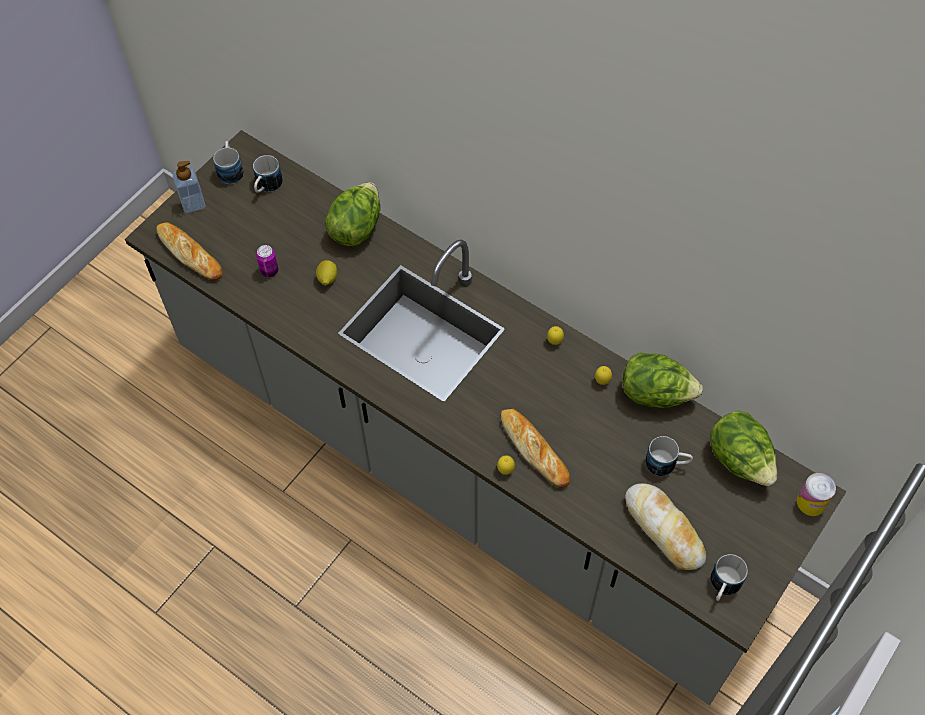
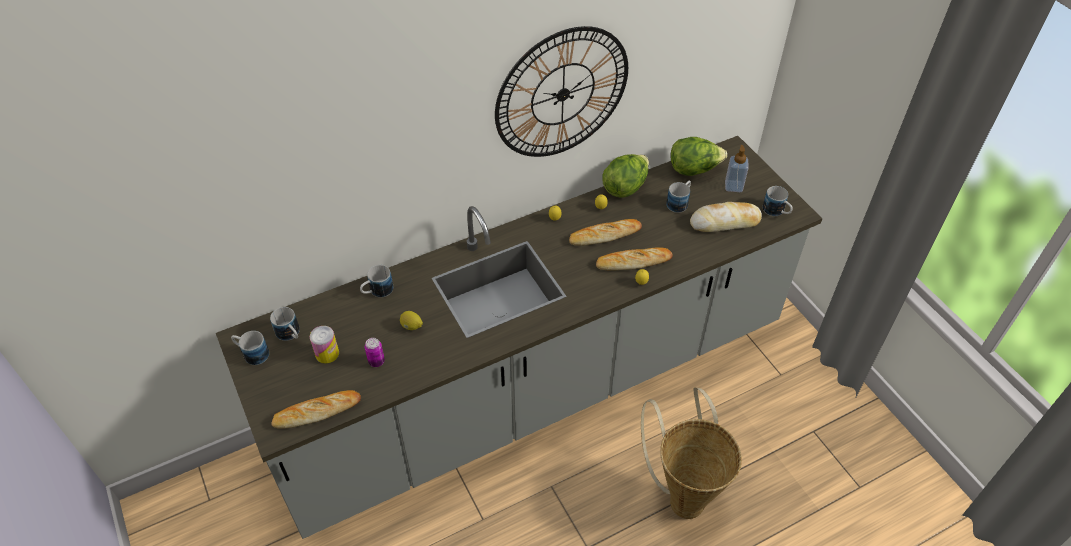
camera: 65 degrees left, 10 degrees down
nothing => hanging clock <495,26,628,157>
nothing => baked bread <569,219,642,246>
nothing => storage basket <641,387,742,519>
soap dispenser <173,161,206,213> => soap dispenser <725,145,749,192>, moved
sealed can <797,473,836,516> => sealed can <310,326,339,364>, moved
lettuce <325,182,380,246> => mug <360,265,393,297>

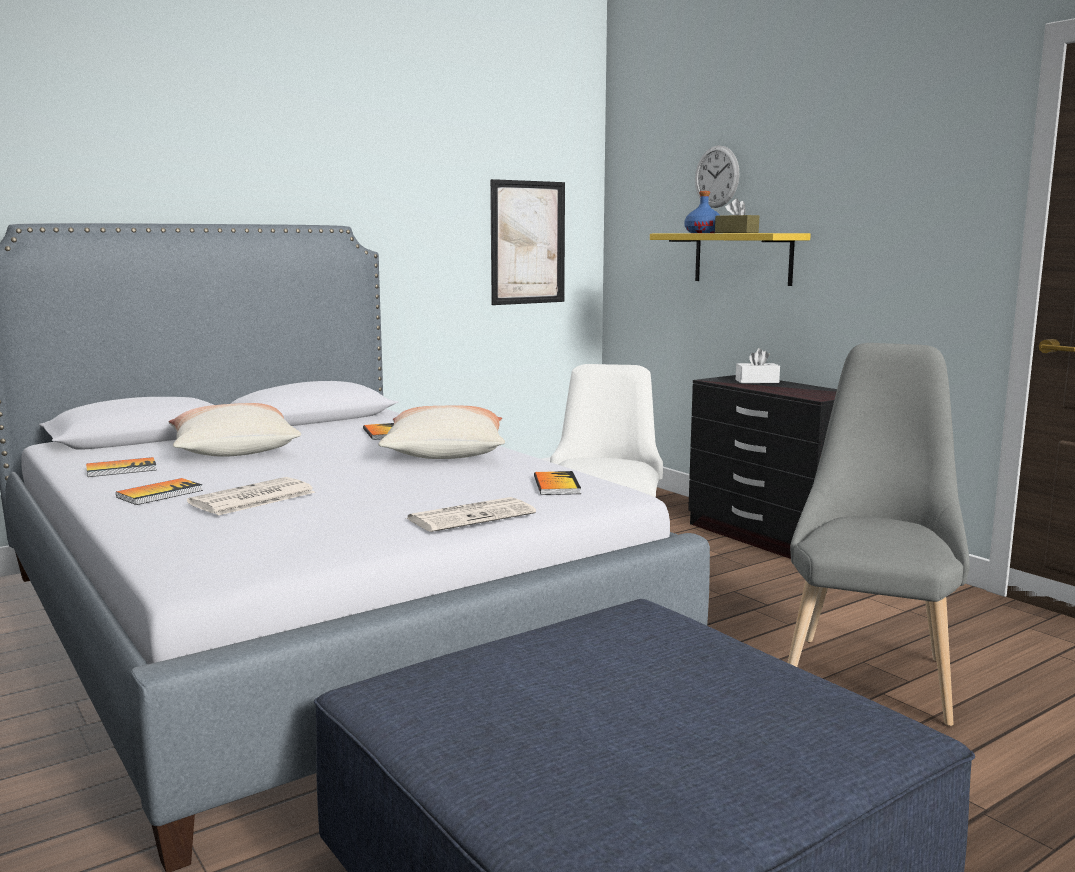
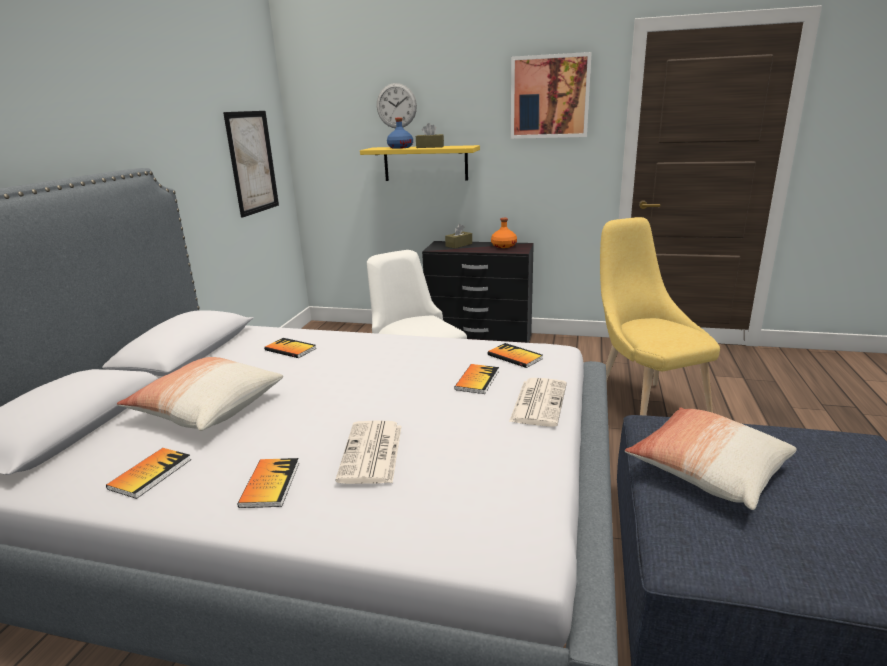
camera: 40 degrees left, 10 degrees up
nothing => book <454,364,499,394>
nothing => orange-coloured beverage bottle <491,218,517,248>
nothing => wall picture <511,52,592,139>
cushion <378,406,505,459> => cushion <625,407,797,510>, moved
whitish box of tissues <736,348,780,383> => brown-coloured box of tissues <445,224,472,248>
gray chair <787,343,970,726> => yellow chair <600,217,720,416>

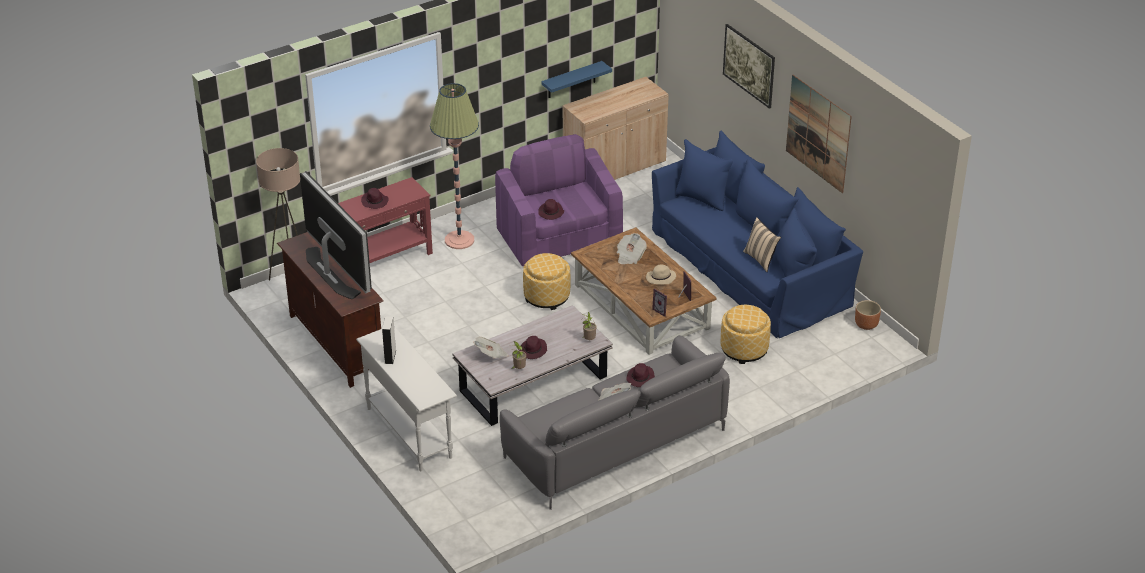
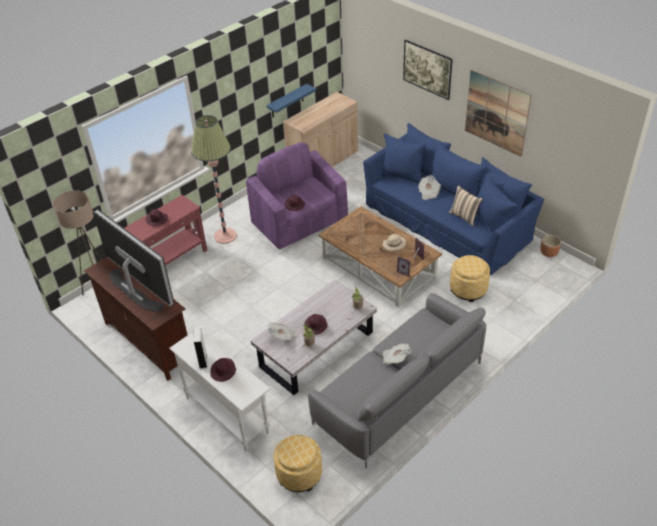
camera: 10 degrees left, 5 degrees up
ottoman <523,253,571,310> => ottoman <274,435,322,492>, moved
daily paper <616,233,647,264> => daily paper <418,175,441,200>, moved
purple-coloured hat <627,363,655,387> => purple-coloured hat <210,358,236,382>, moved

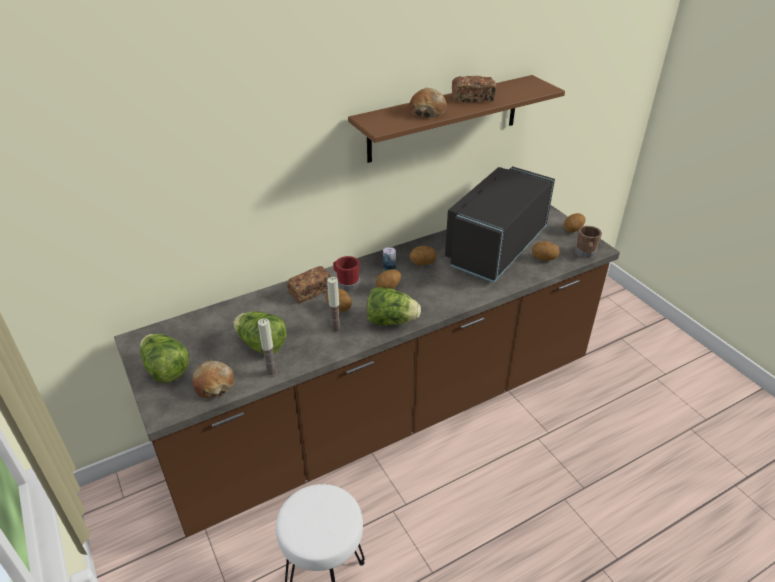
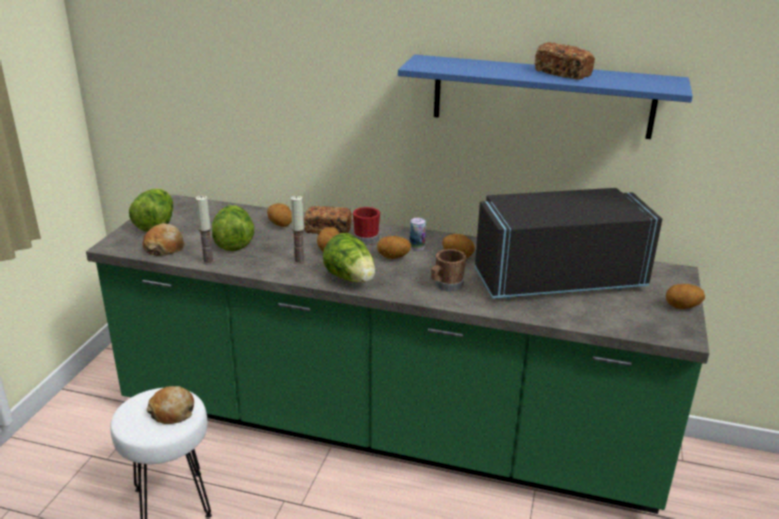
camera: 45 degrees right, 10 degrees down
baked bread <409,88,447,118> => baked bread <146,386,194,424>, moved
potato <532,241,560,261> => potato <267,203,292,227>, moved
brown-coloured mug <575,226,602,258> => brown-coloured mug <431,249,466,292>, moved
brown-coloured kitchen base unit <114,205,620,537> => green kitchen base unit <86,194,709,514>
brown-coloured wall shelf <348,75,565,163> => bluish wall shelf <398,55,693,139>

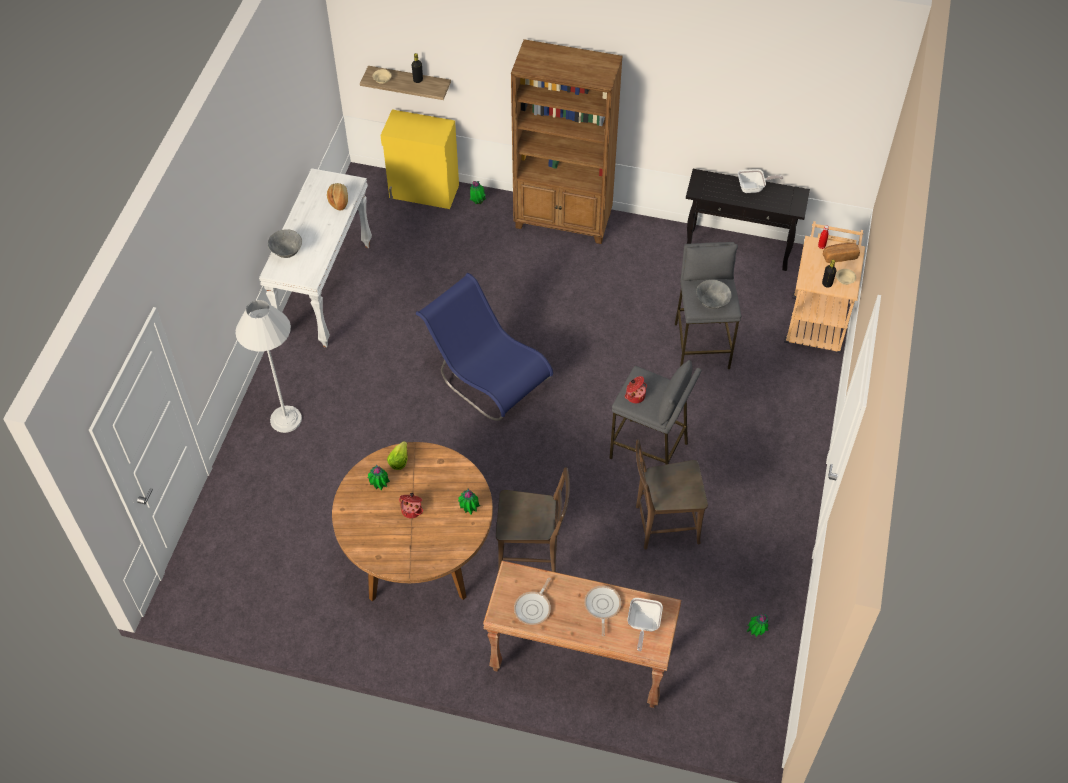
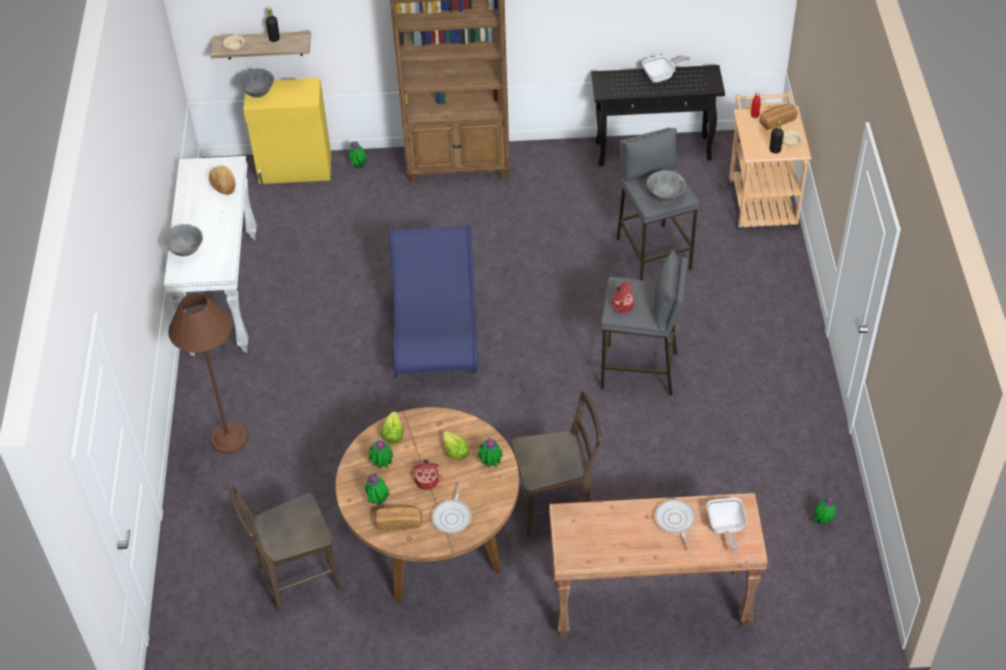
camera: 15 degrees left, 5 degrees down
nothing => gray bowl <238,68,274,97>
nothing => plant in a pot <365,474,390,506>
nothing => baked bread <375,506,422,530>
nothing => lettuce <443,431,469,460>
skillet <514,578,551,625> => skillet <431,482,472,534>, moved
brown-coloured chair <636,440,708,550> => brown-coloured chair <230,485,342,612>, moved
whitish standing lamp <236,300,302,433> => brown-coloured standing lamp <168,293,247,453>
bluish chair <416,273,553,421> => bluish chair <389,224,478,379>, 60 degrees clockwise

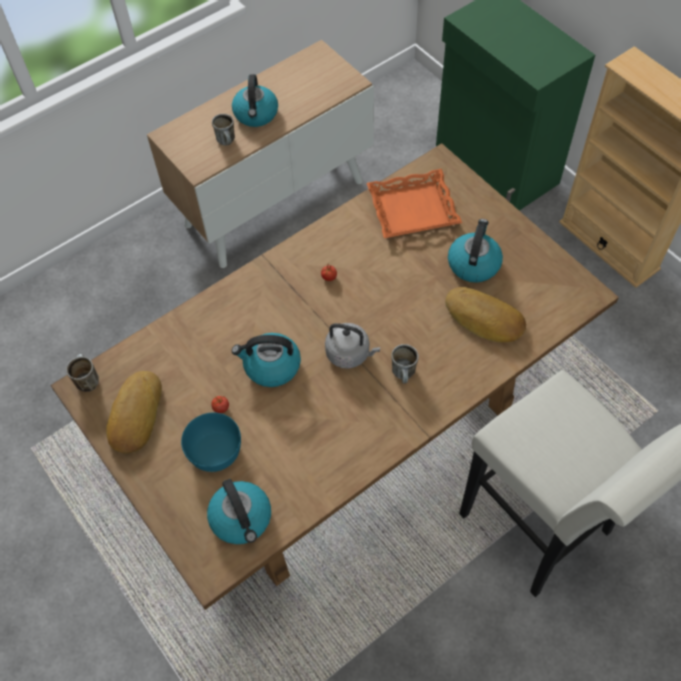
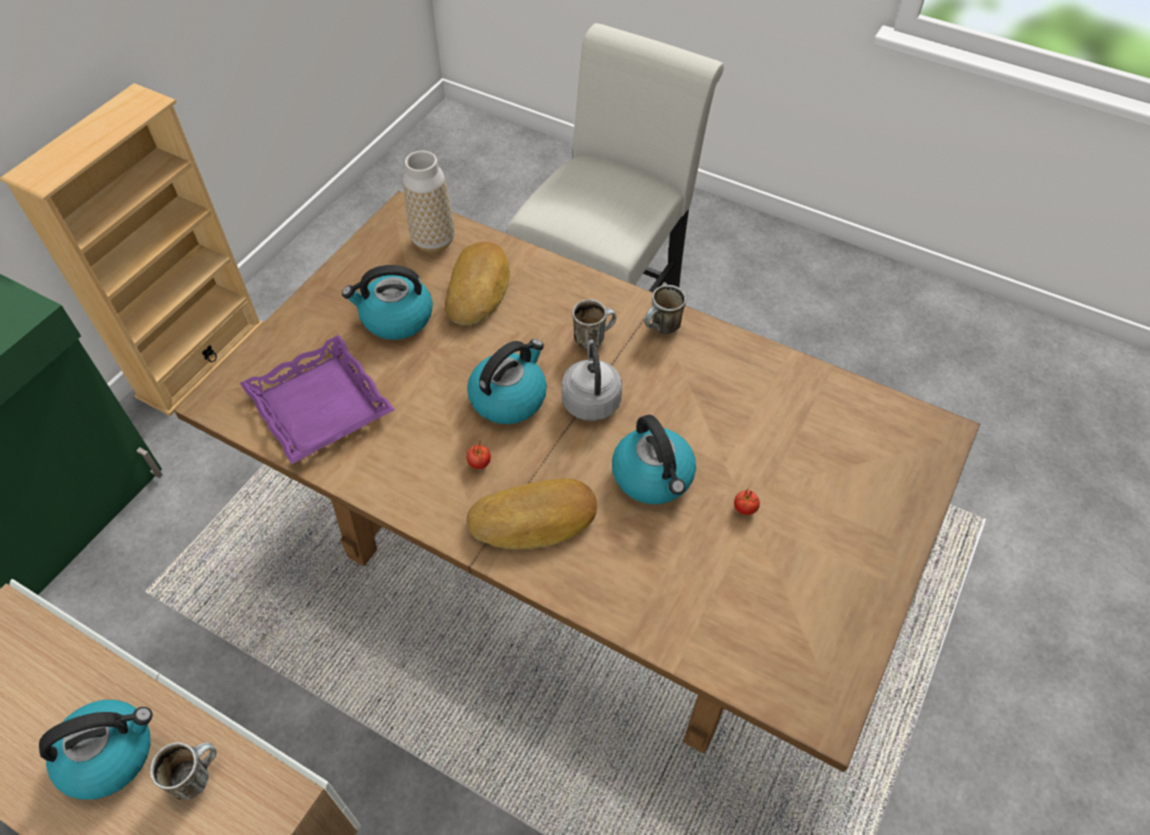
camera: 115 degrees left, 5 degrees down
turquoise-coloured bowl <181,412,241,472> => nothing
nothing => decorative vase <403,151,455,252>
mug <66,354,99,392> => mug <644,285,686,334>, moved
baked bread <106,371,162,454> => baked bread <466,479,597,549>, moved
water kettle <207,479,271,544> => water kettle <467,339,547,424>, moved
orange-coloured tray <367,169,462,238> => purple-coloured tray <240,335,395,464>

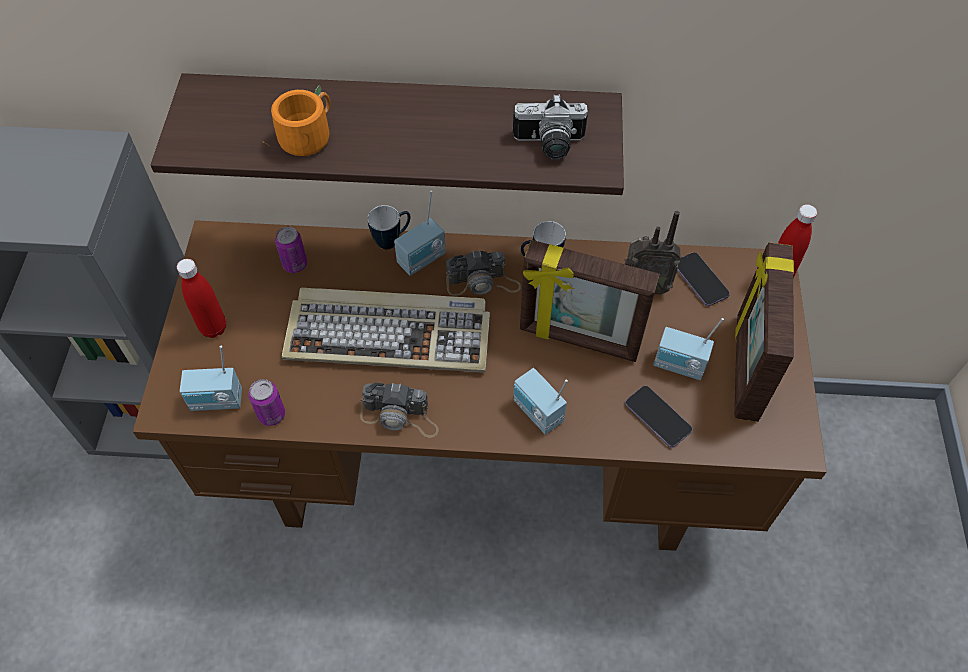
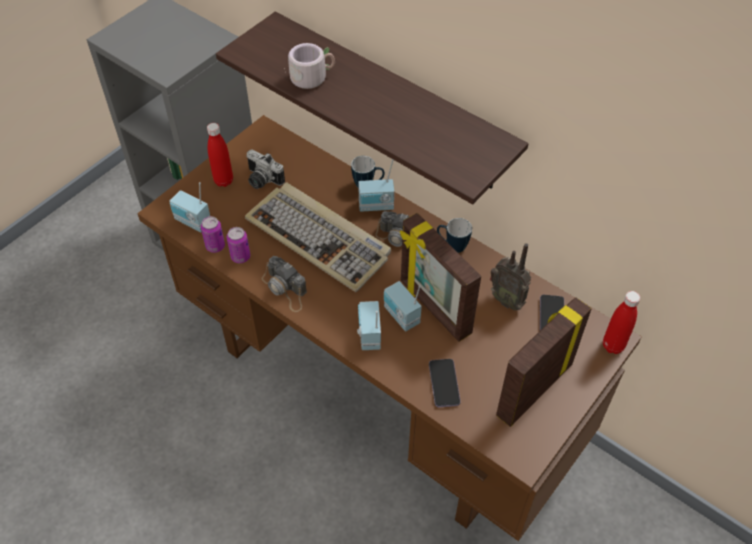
camera: 35 degrees right, 5 degrees down
sealed can <275,227,307,273> => sealed can <227,227,250,263>, moved
photo camera <513,94,588,160> => photo camera <246,149,285,189>, moved
radio set <654,318,724,380> => radio set <384,281,422,331>, moved
orange-coloured mug <262,85,331,156> => gray mug <284,43,335,89>

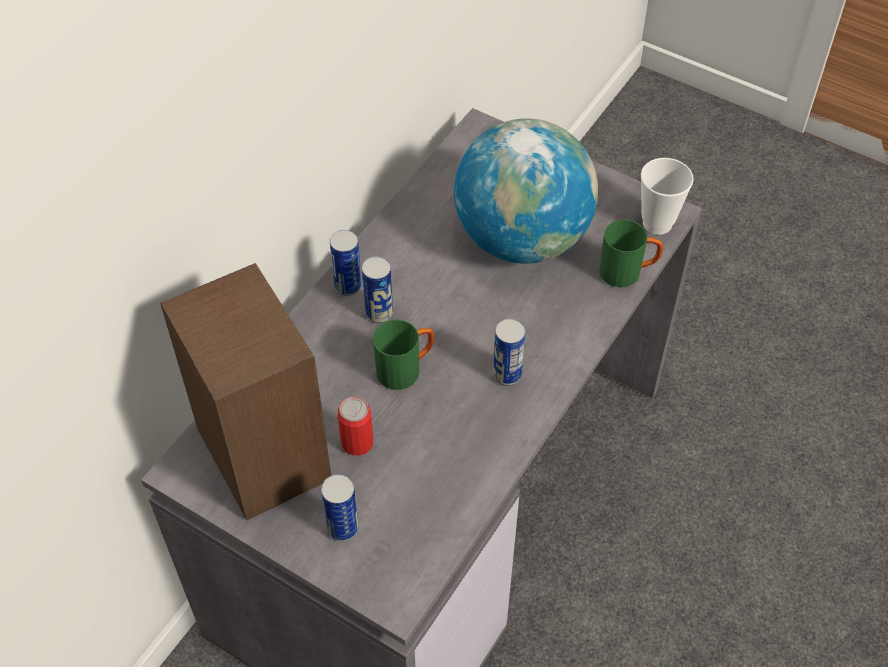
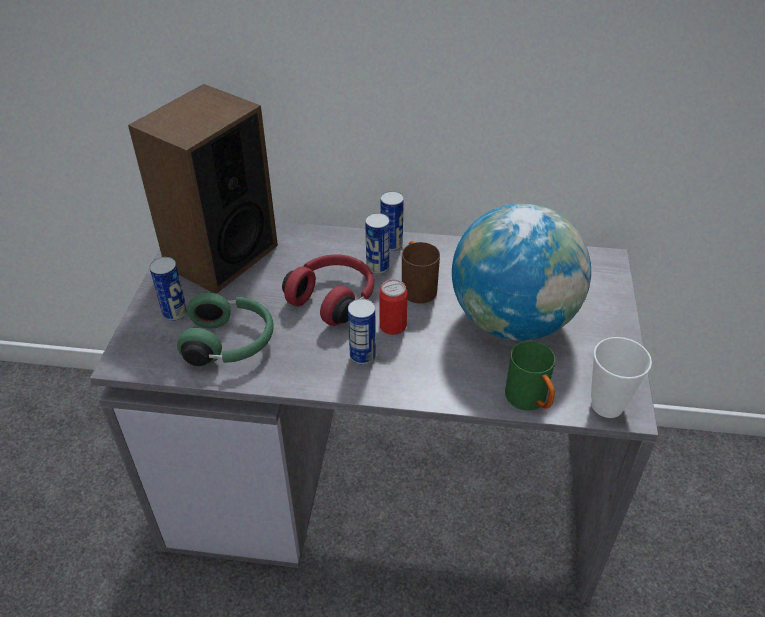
camera: 65 degrees right, 10 degrees down
nothing => green headphones <177,292,274,366>
nothing => brown-coloured mug <402,241,440,304>
sealed can <338,397,373,456> => sealed can <379,279,407,335>, moved
green mug <373,320,434,390> => red headphones <282,254,374,326>

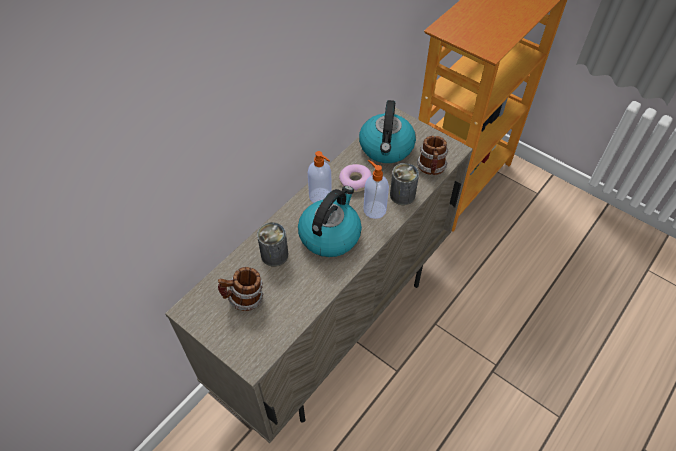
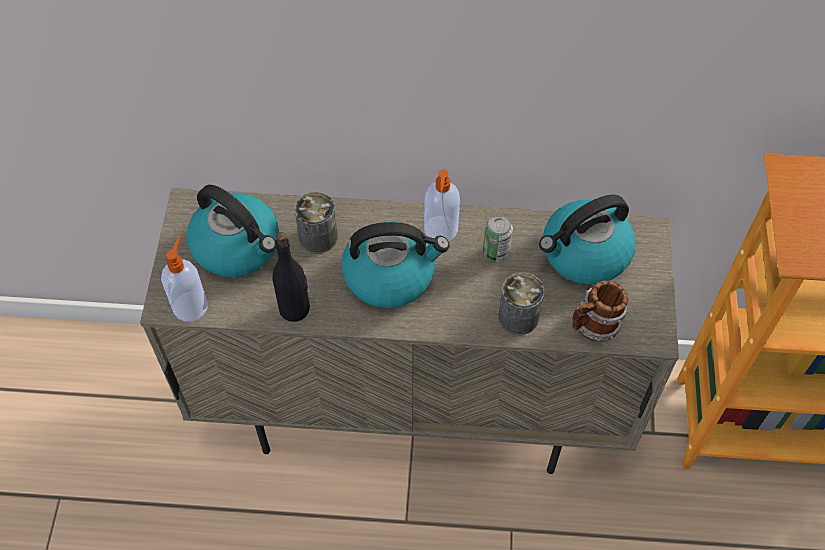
camera: 55 degrees right, 5 degrees up
nothing => black-coloured beverage bottle <272,232,310,322>
soap dispenser <364,160,389,219> => soap dispenser <161,236,208,322>, moved
mug <218,267,264,311> => water kettle <187,185,279,277>
doughnut <339,164,372,192> => sealed can <483,215,513,262>

